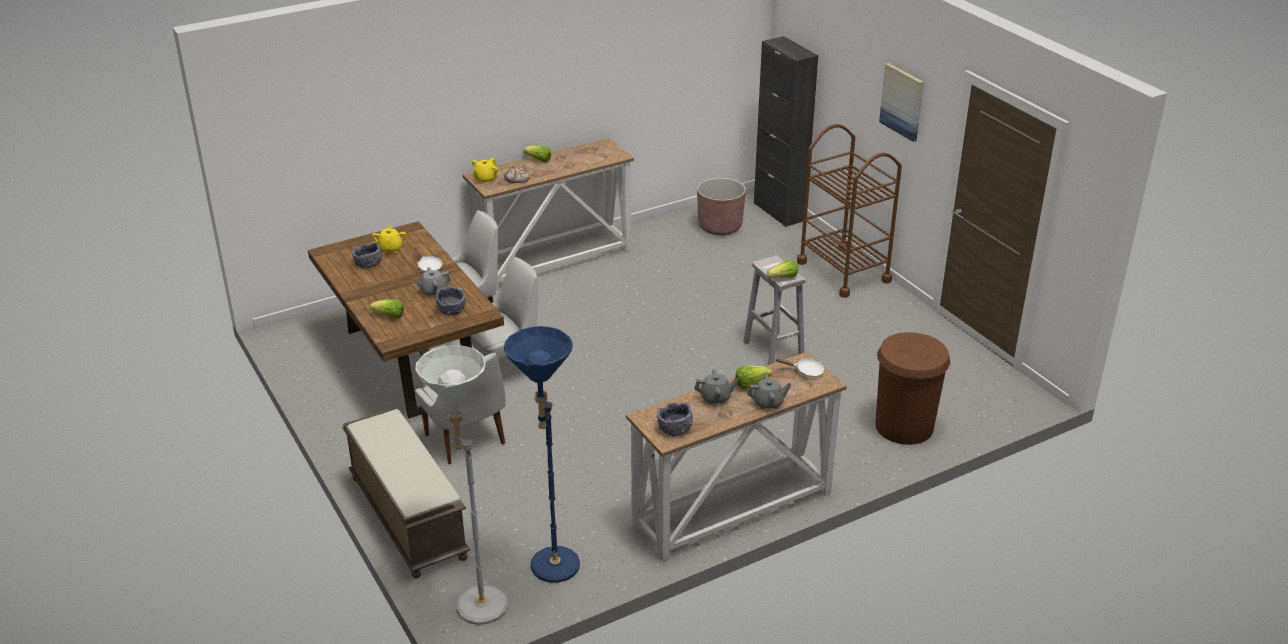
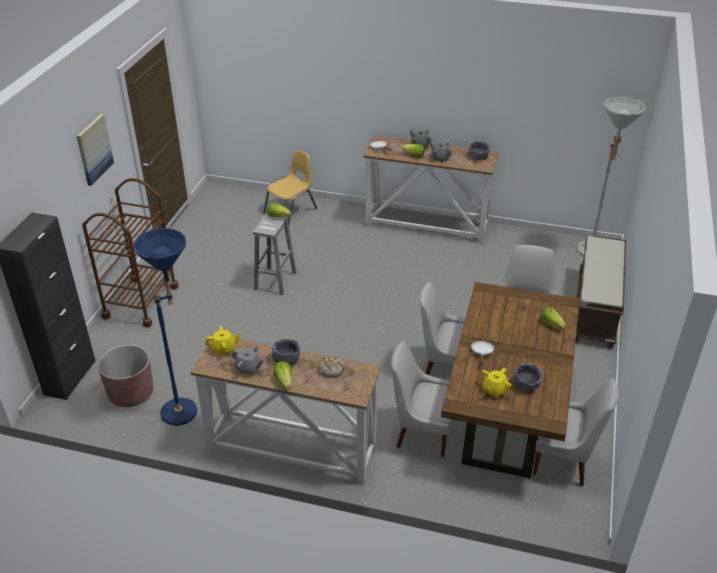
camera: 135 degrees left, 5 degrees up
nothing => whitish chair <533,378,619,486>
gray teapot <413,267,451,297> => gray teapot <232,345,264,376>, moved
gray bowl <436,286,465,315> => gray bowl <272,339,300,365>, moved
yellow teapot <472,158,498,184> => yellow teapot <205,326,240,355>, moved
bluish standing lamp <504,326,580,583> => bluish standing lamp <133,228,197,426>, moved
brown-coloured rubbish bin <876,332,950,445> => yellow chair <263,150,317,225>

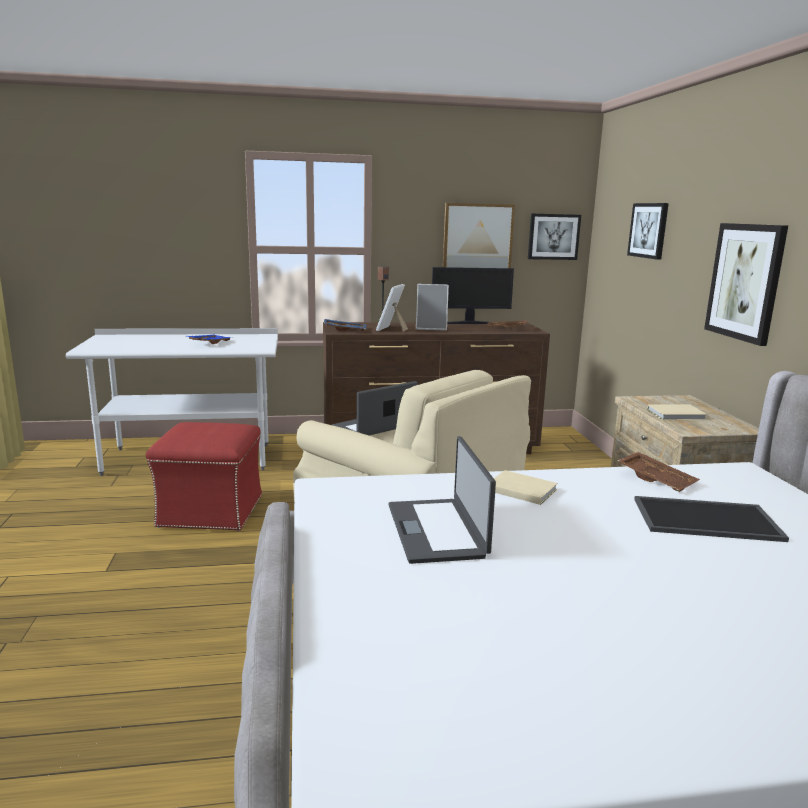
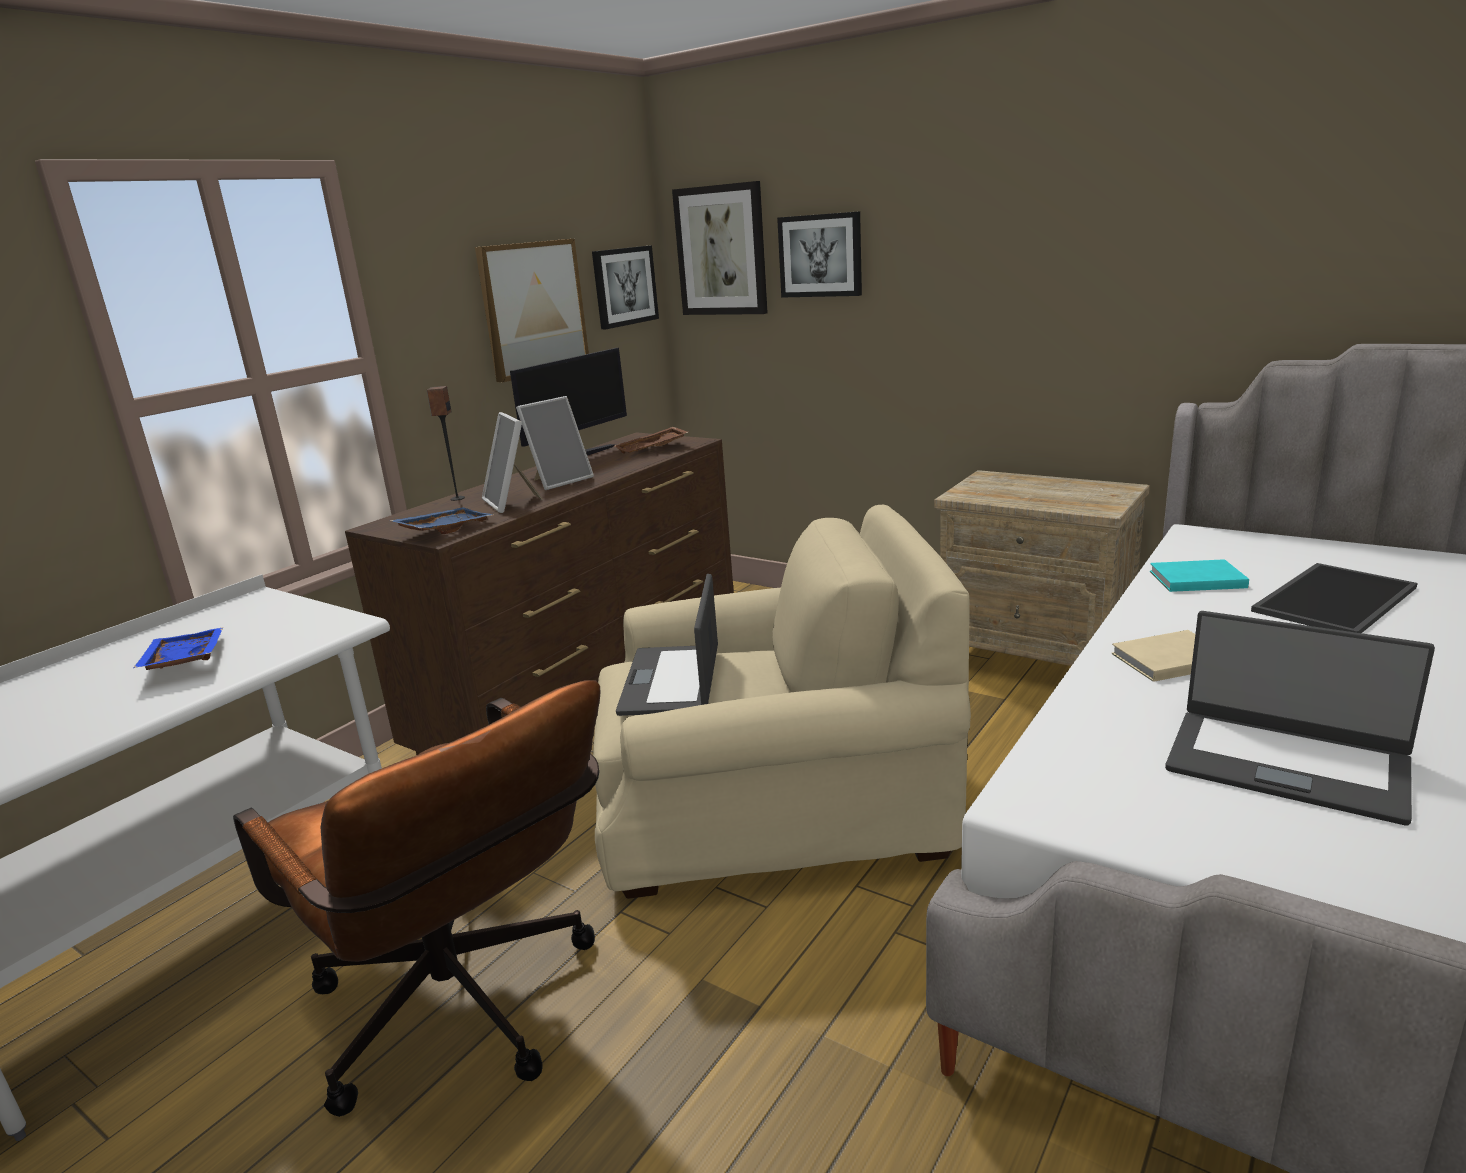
camera: 45 degrees left, 5 degrees up
sand-coloured book <647,405,707,420> => nothing
wall picture <704,223,788,346> => wall picture <672,181,768,315>, moved
red ottoman <146,422,262,531> => brown-coloured desk chair <233,680,601,1117>
brown-coloured tray <617,452,700,492> => turquoise-coloured book <1150,559,1249,592>

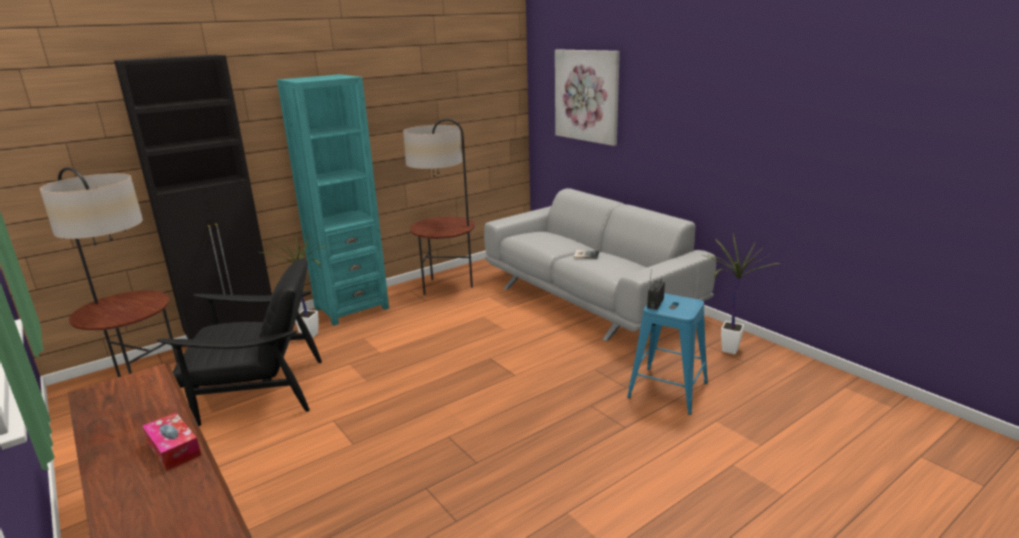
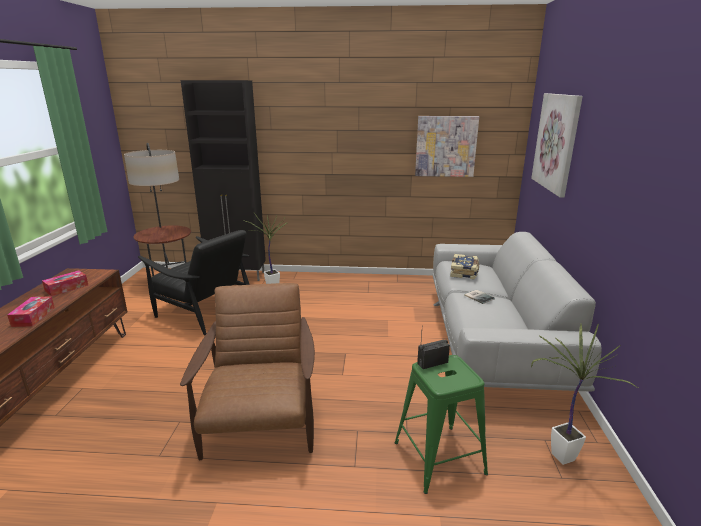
camera: 40 degrees right, 0 degrees up
turquoise-coloured bookcase <277,74,389,326> => nothing
standing lamp <403,119,475,295> => nothing
nothing => box of tissues <42,270,88,296>
nothing => brown-coloured easy chair <180,283,315,460>
nothing => wall picture <415,116,479,177>
nothing => book <450,254,479,279>
bluish stool <627,293,708,415> => green stool <395,355,488,494>

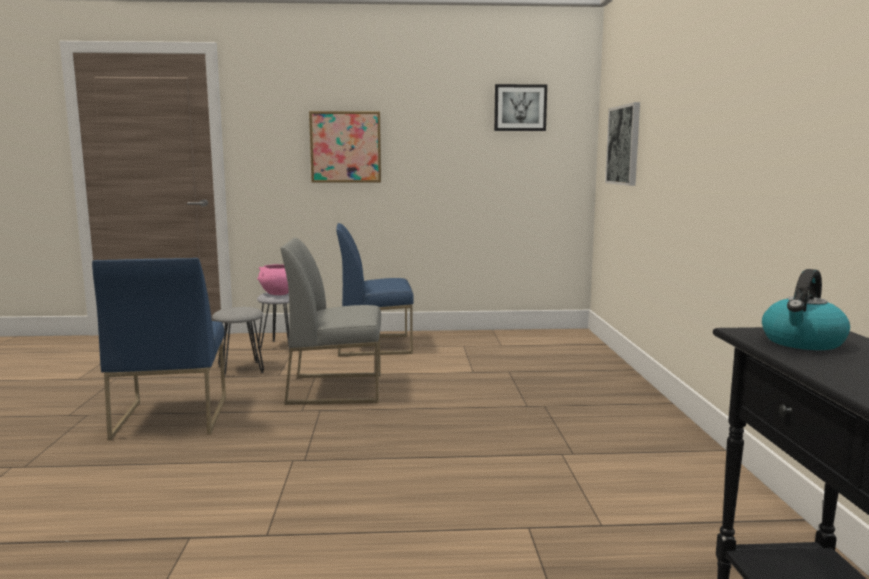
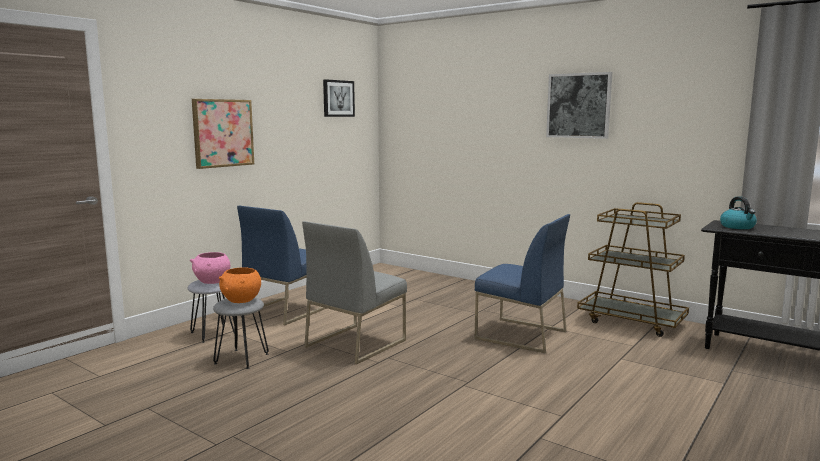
camera: 50 degrees left, 0 degrees up
nothing => orange-coloured bowl <219,267,261,303>
nothing => brown-coloured cart <577,202,689,337>
bluish chair <92,258,226,440> => bluish chair <475,214,570,353>, moved
wall picture <605,102,640,186> => wall picture <546,72,612,139>, moved

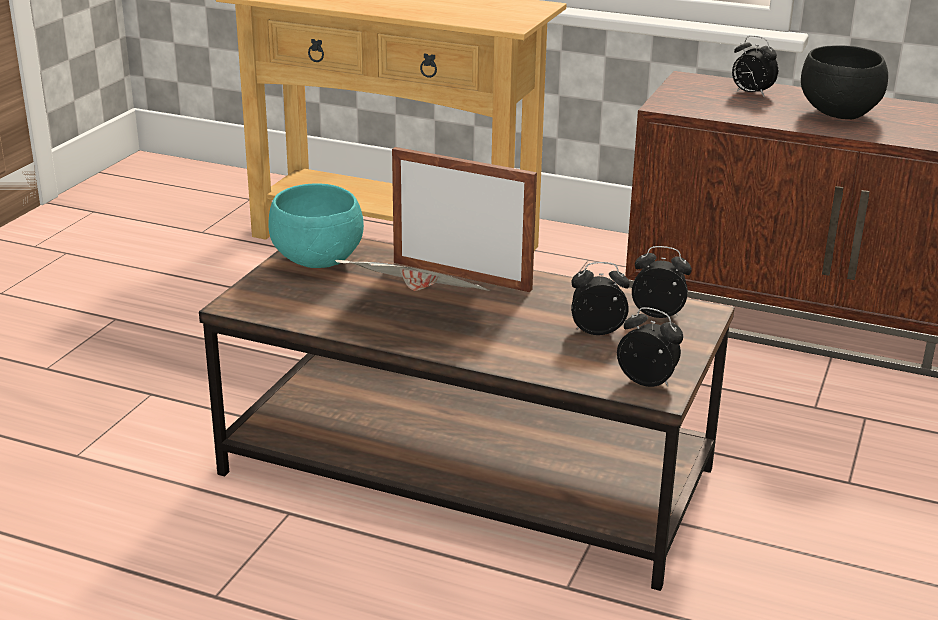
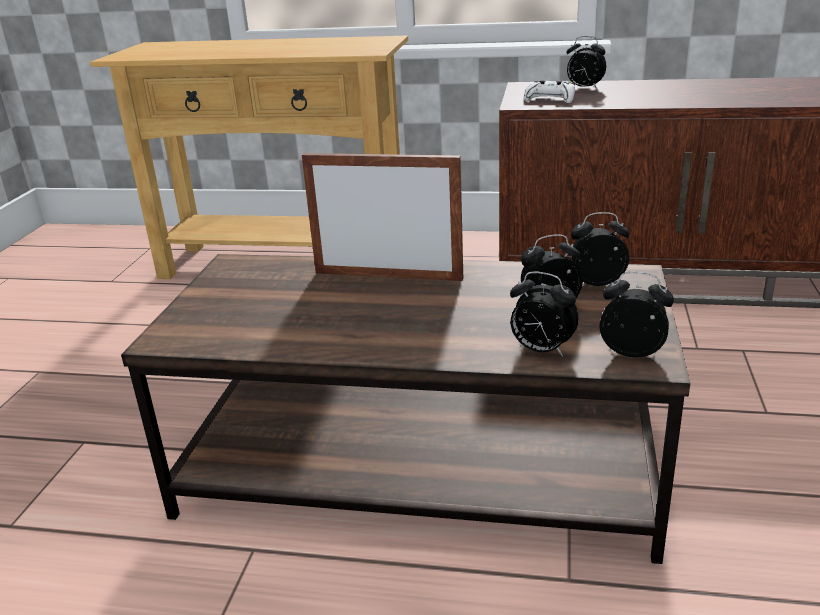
camera: 10 degrees left, 0 degrees up
turquoise-coloured bowl <268,183,364,268> => nothing
daily paper <335,260,491,291> => nothing
black-coloured bowl <801,45,888,119> => nothing
nothing => table clock <510,272,579,356>
nothing => whitish joypad <524,80,575,103>

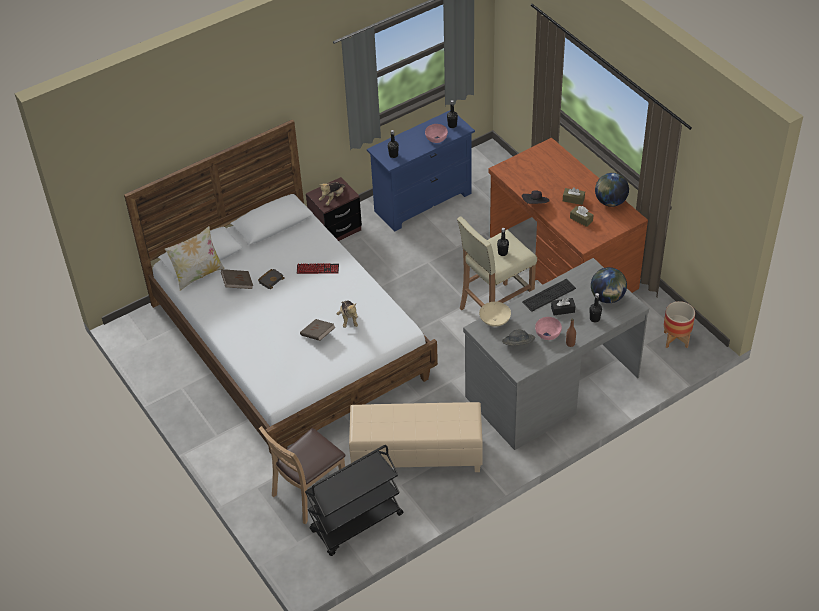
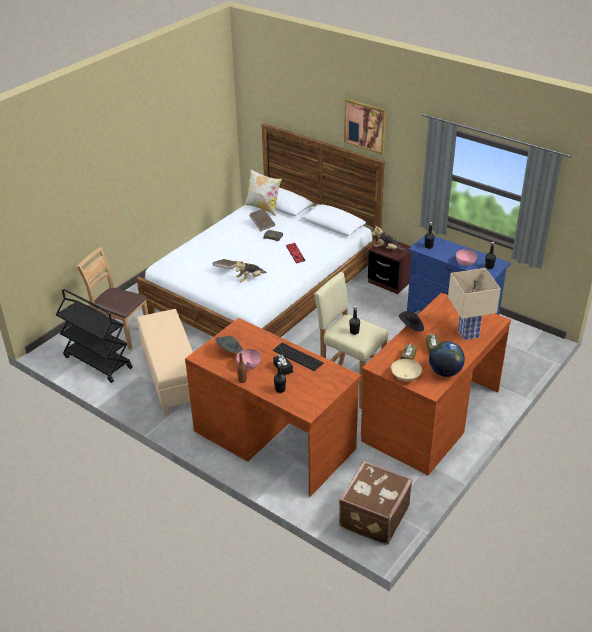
camera: 70 degrees right, 10 degrees down
world globe <591,267,627,303> => nothing
nothing => wall picture <344,99,386,155>
nothing => sand-coloured table lamp <448,268,501,340>
sand-coloured bowl <479,302,511,327> => sand-coloured bowl <391,359,422,381>, moved
planter <664,301,695,348> => brown-coloured piece of luggage <339,461,412,545>
gray desk <463,258,649,450> => brown-coloured desk <185,318,361,497>

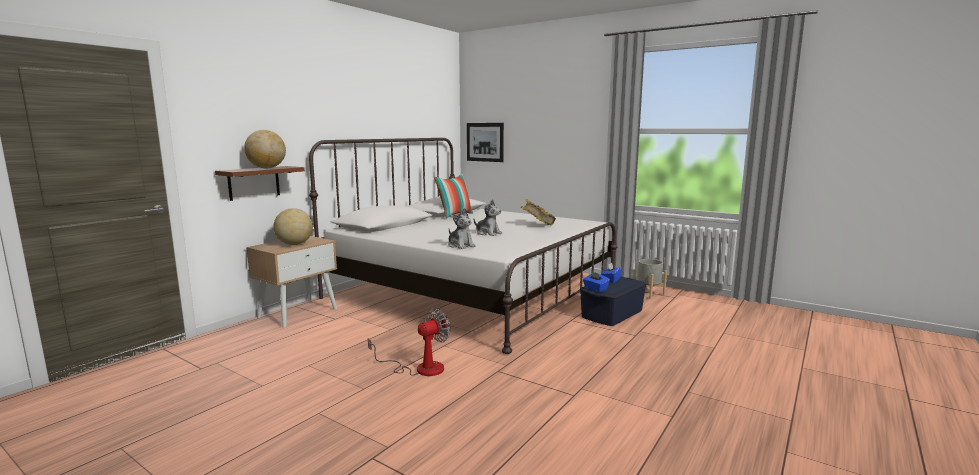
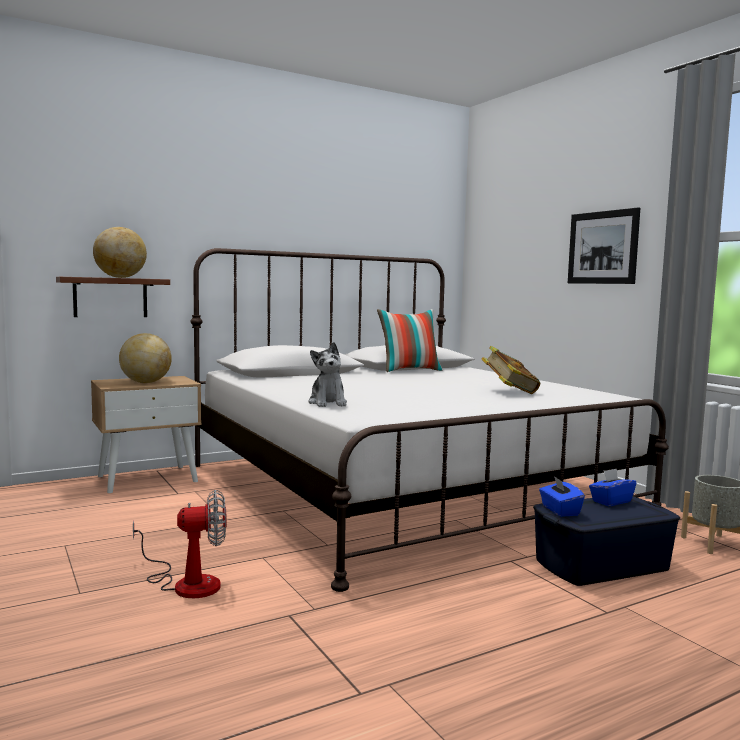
camera: 25 degrees right, 5 degrees down
soft toy <474,200,502,236> => nothing
wall picture <467,123,504,162> => wall picture <568,208,640,284>, moved

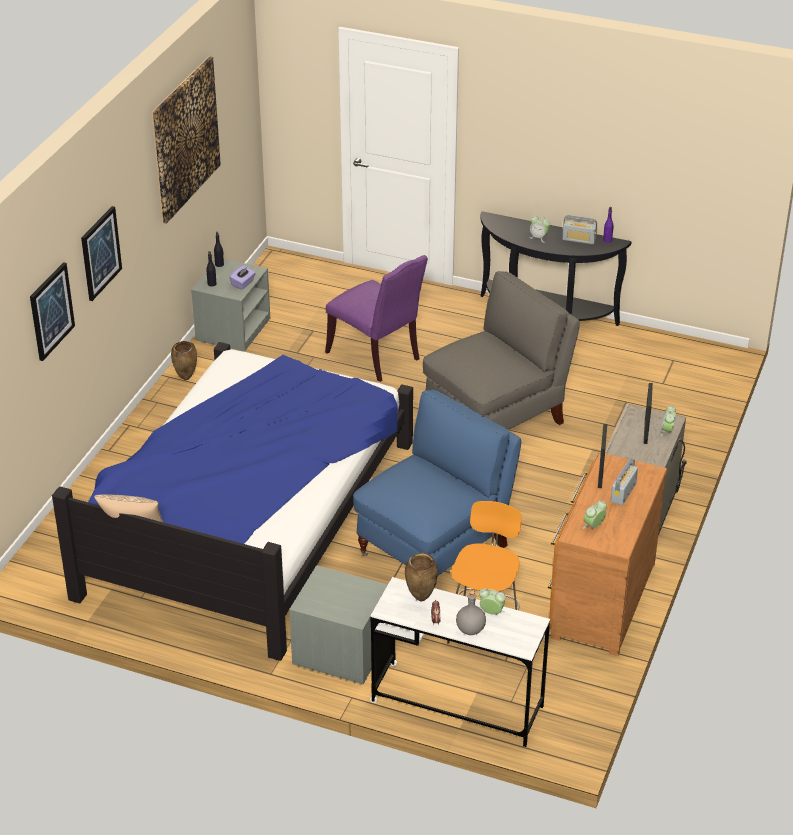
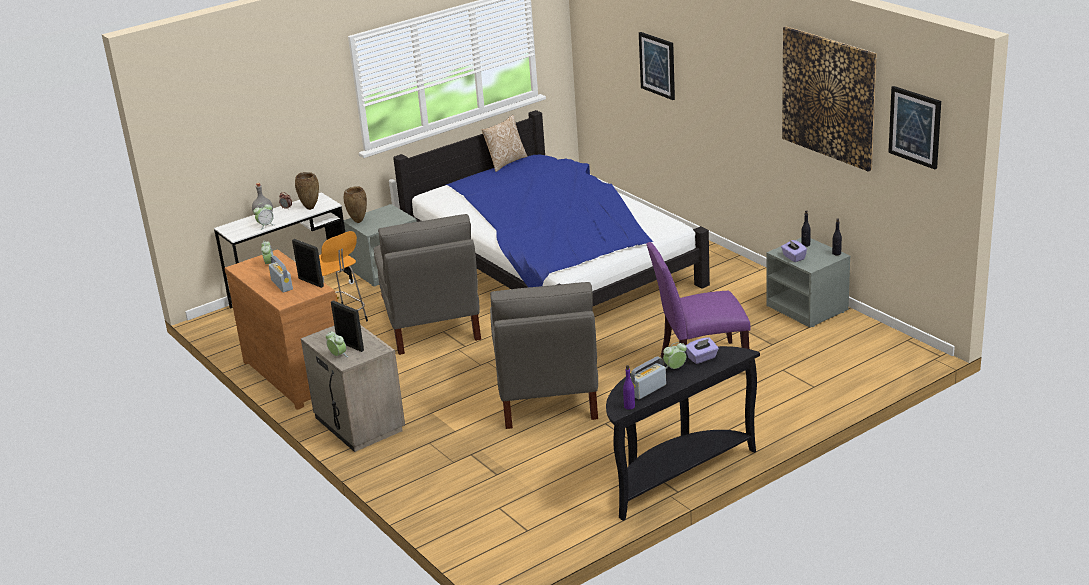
camera: 125 degrees right, 10 degrees down
nothing => purple-coloured box of tissues <686,338,719,364>
wall picture <81,206,122,301> => wall picture <888,86,941,169>, moved
brown-coloured decorative vase <171,341,197,380> => brown-coloured decorative vase <343,186,367,223>, moved
bluish easy chair <353,390,521,588> => gray easy chair <374,214,481,355>

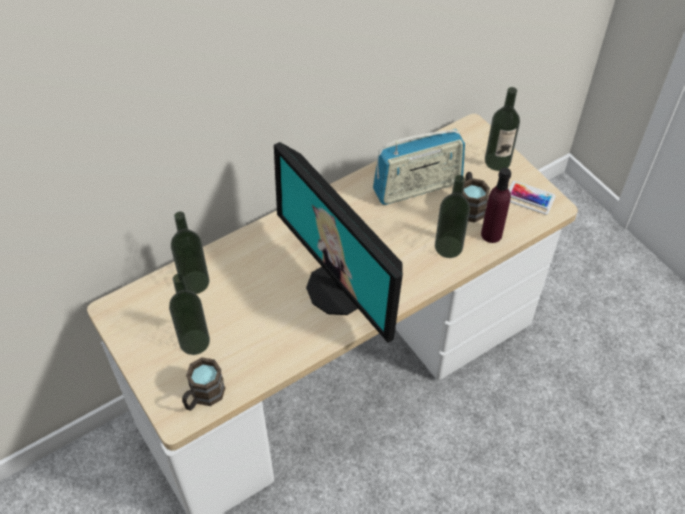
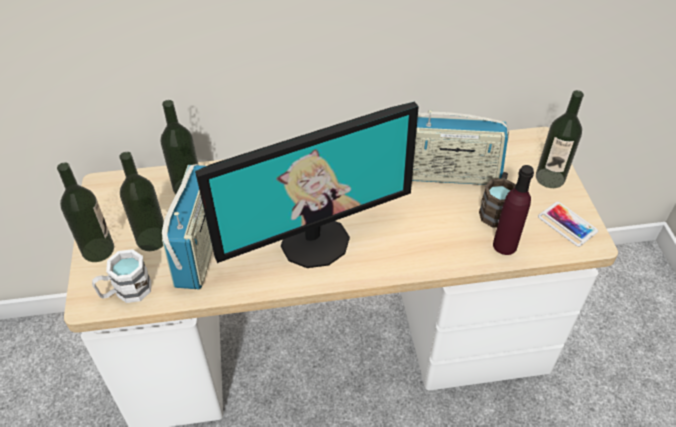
camera: 25 degrees right, 5 degrees down
nothing => radio set <162,164,213,290>
beverage bottle <435,175,470,258> => beverage bottle <57,162,114,262>, moved
brown-coloured mug <182,357,225,411> => whitish mug <92,249,151,303>
monitor <274,142,403,343> => monitor <195,102,419,268>, 105 degrees counterclockwise

